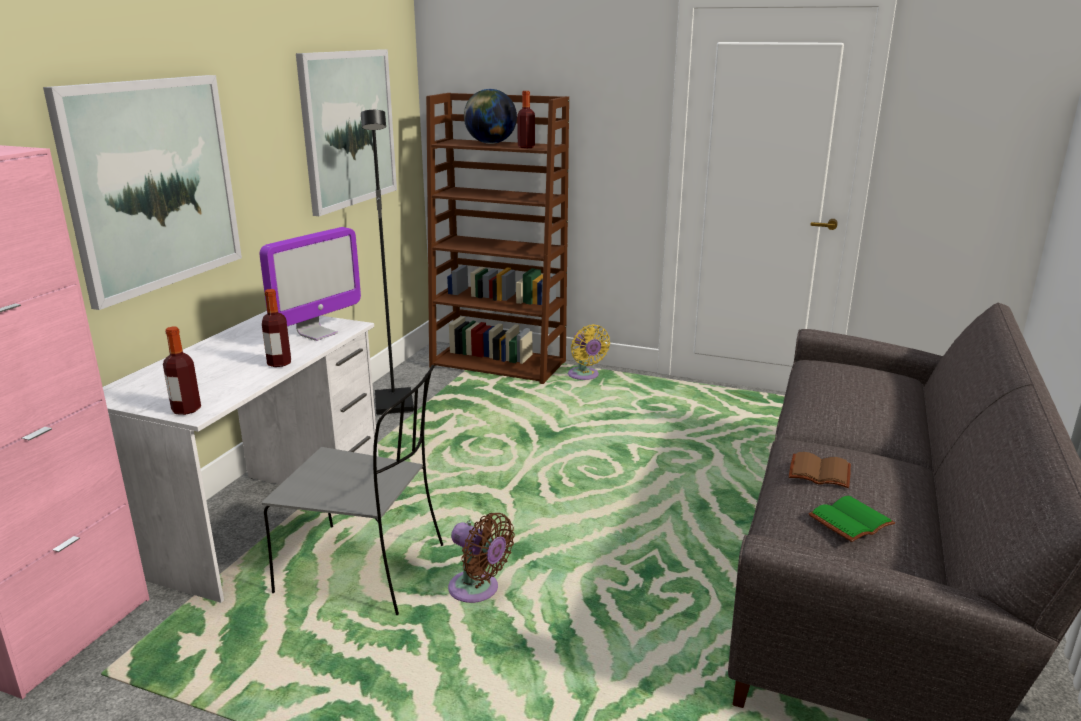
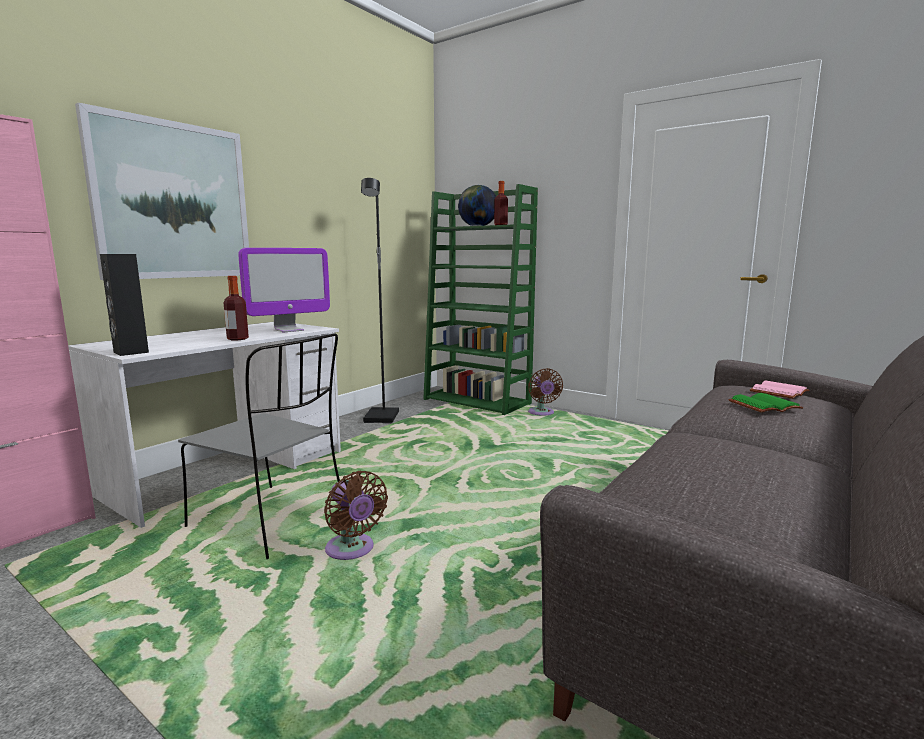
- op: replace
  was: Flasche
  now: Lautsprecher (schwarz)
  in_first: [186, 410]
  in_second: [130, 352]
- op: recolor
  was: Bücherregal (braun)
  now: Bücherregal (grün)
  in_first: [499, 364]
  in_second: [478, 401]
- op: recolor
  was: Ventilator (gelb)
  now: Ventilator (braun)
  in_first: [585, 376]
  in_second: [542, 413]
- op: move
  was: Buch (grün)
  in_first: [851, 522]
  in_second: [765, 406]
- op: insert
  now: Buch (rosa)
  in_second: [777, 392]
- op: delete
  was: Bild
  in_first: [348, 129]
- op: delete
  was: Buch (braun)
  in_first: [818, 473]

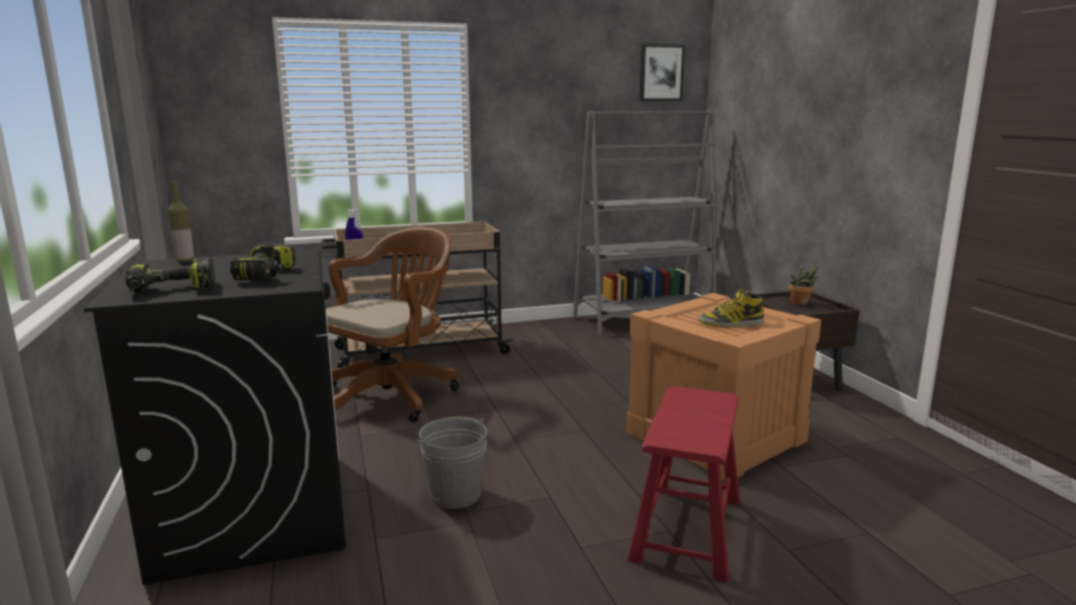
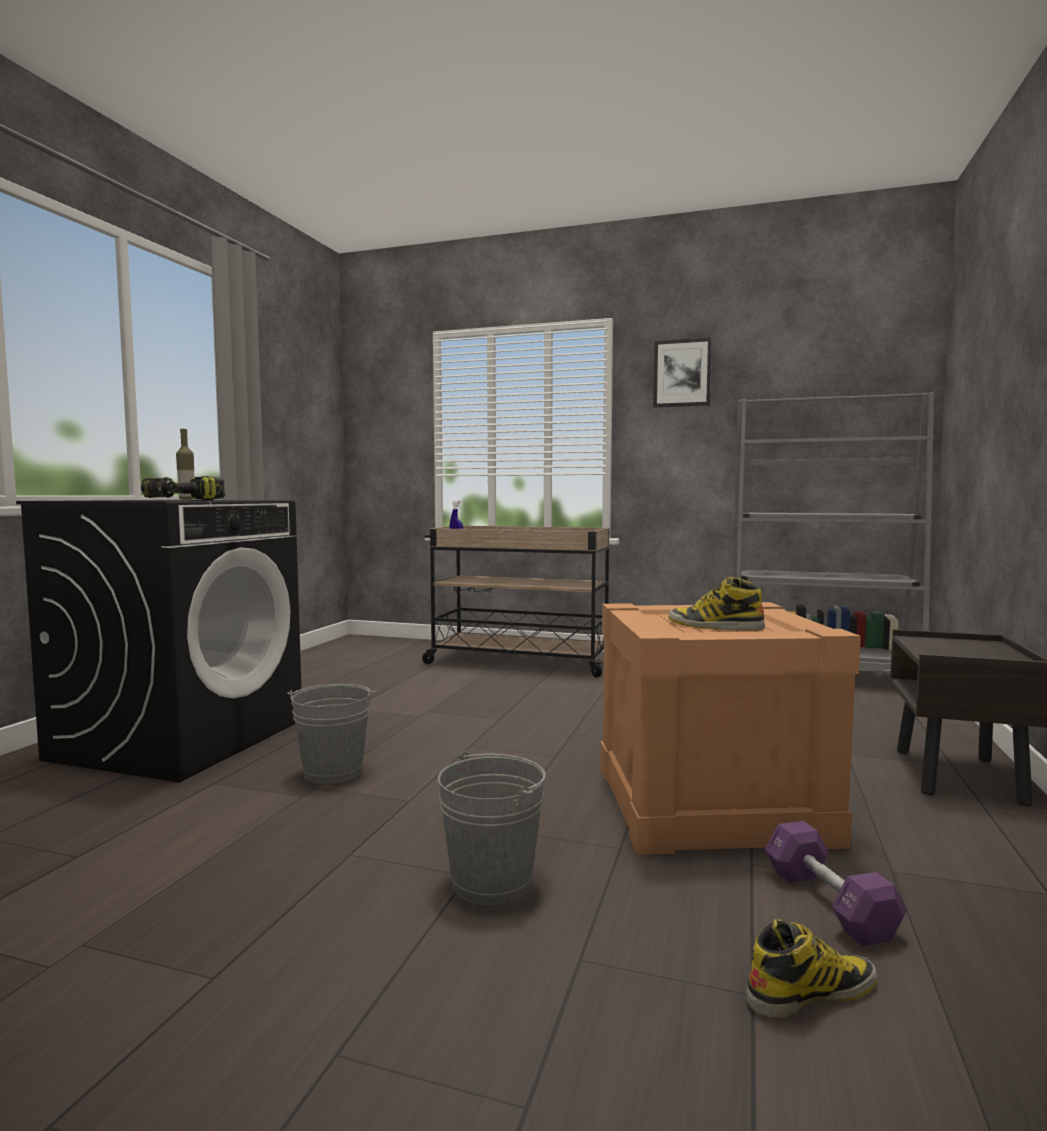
- op: replace
  was: Hocker (rot)
  now: Eimer (grau)
  in_first: [687, 529]
  in_second: [492, 882]
- op: move
  was: Bild
  in_first: [661, 73]
  in_second: [682, 373]
- op: insert
  now: Stiefel
  in_second: [811, 992]
- op: insert
  now: Hantel (lila)
  in_second: [829, 903]
- op: delete
  was: Bohrmaschine
  in_first: [171, 289]
- op: delete
  was: Bürostuhl (braun)
  in_first: [393, 394]
- op: delete
  was: Topfpflanze
  in_first: [801, 304]

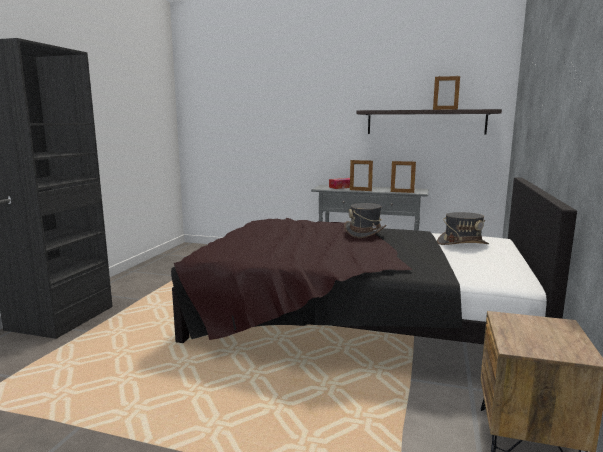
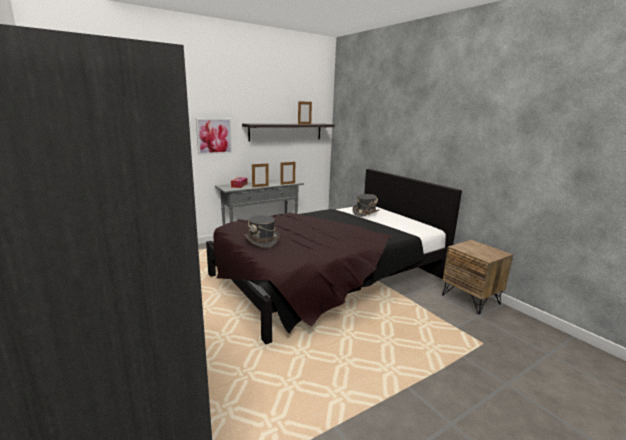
- op: insert
  now: Bild
  in_second: [214, 136]
- op: move
  was: Hut (grau)
  in_first: [365, 233]
  in_second: [262, 241]

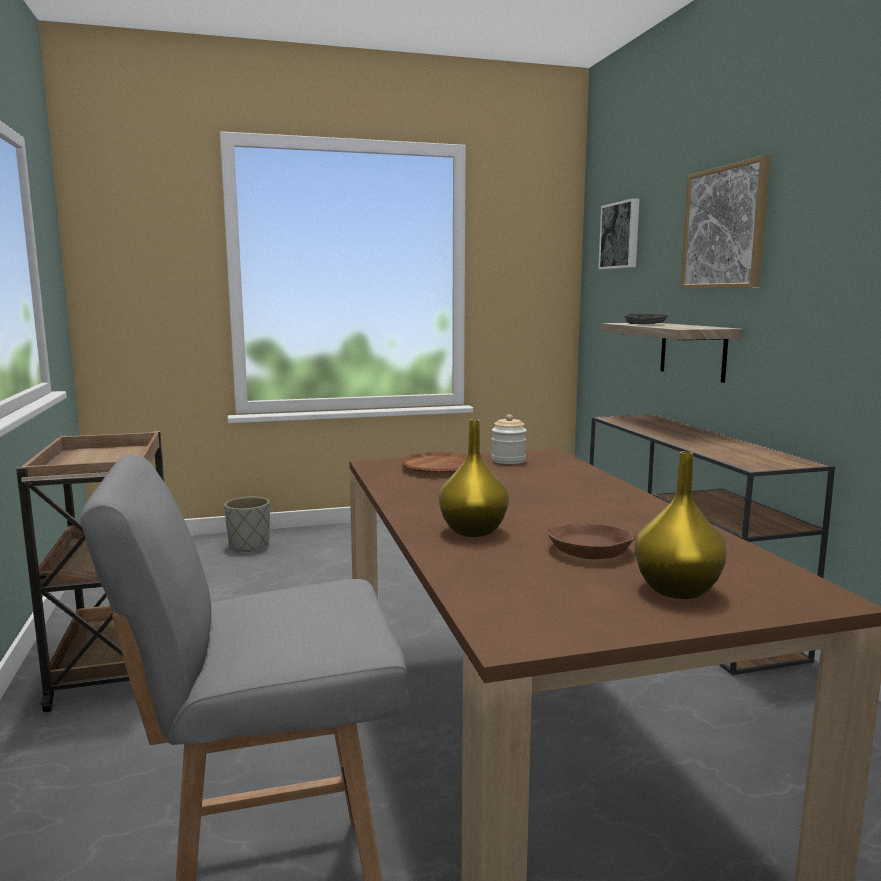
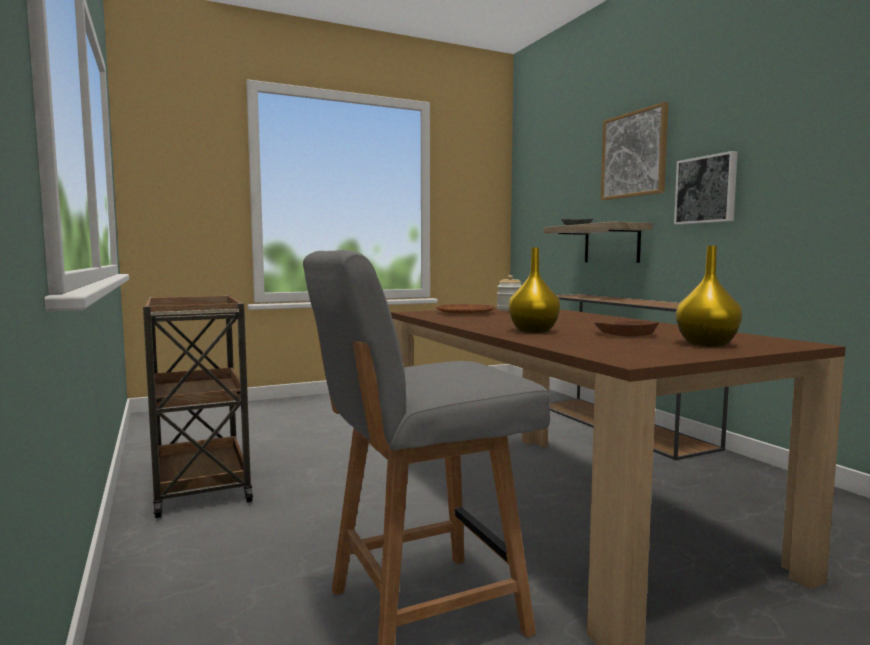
- op: move
  was: Bild
  in_first: [621, 235]
  in_second: [706, 190]
- op: delete
  was: Pflanzkübel (grau)
  in_first: [249, 545]

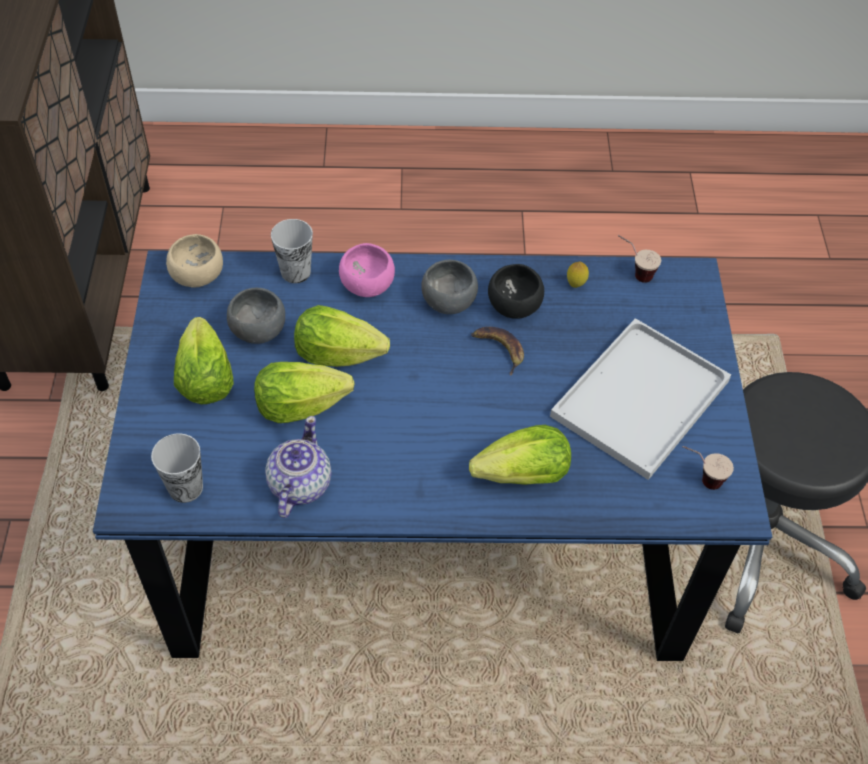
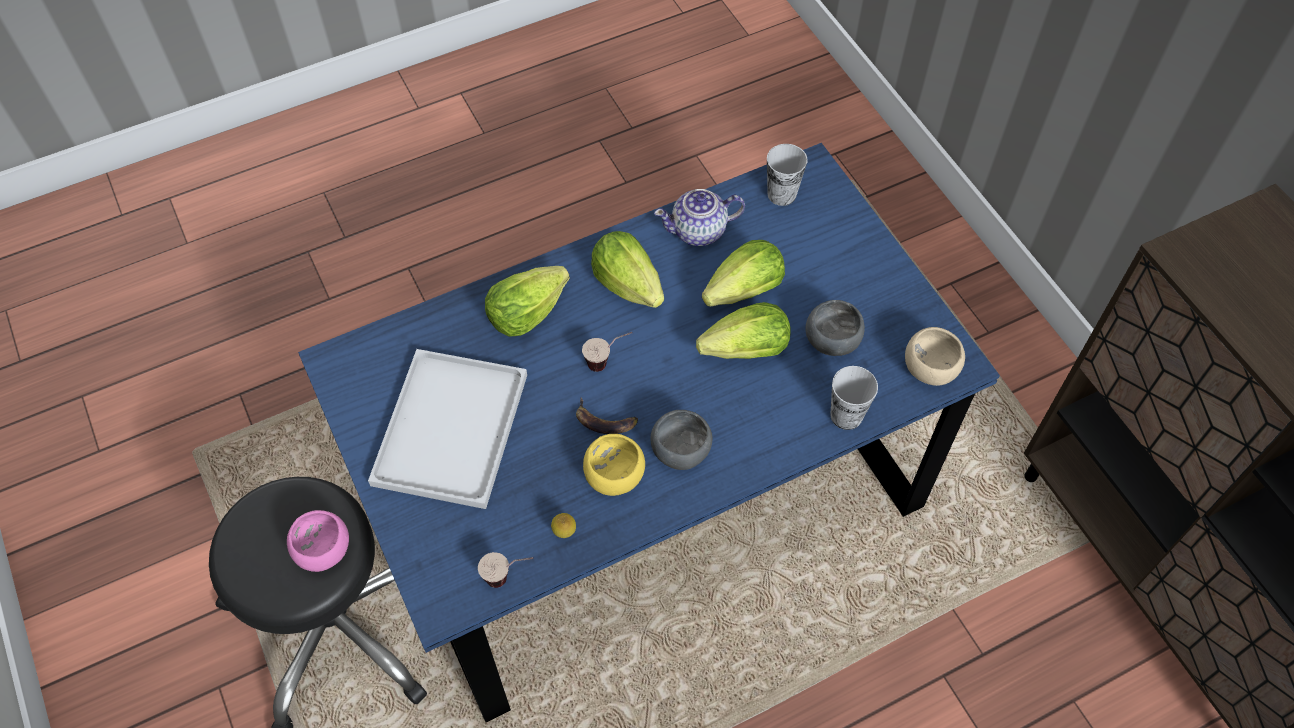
- op: move
  was: Schüssel (rosa)
  in_first: [366, 286]
  in_second: [324, 549]
- op: move
  was: Tasse
  in_first: [699, 479]
  in_second: [608, 362]
- op: recolor
  was: Schüssel (schwarz)
  now: Schüssel (gelb)
  in_first: [512, 306]
  in_second: [616, 475]
- op: move
  was: Salatkopf
  in_first: [205, 380]
  in_second: [628, 284]
- op: rotate
  was: Teekanne
  in_first: [299, 485]
  in_second: [699, 231]
  clockwise: 90

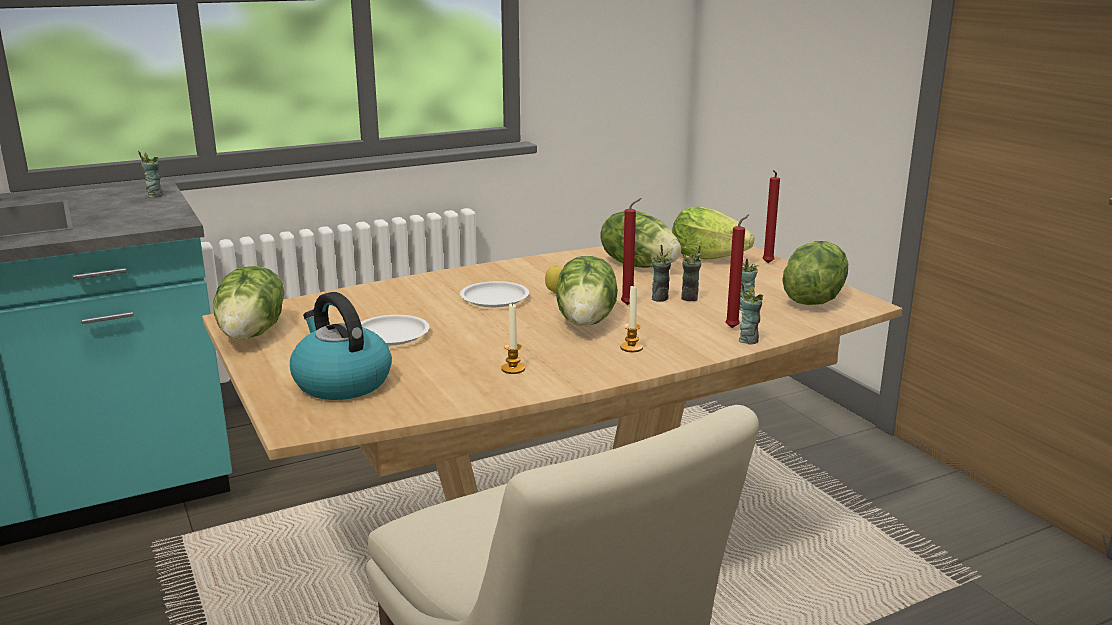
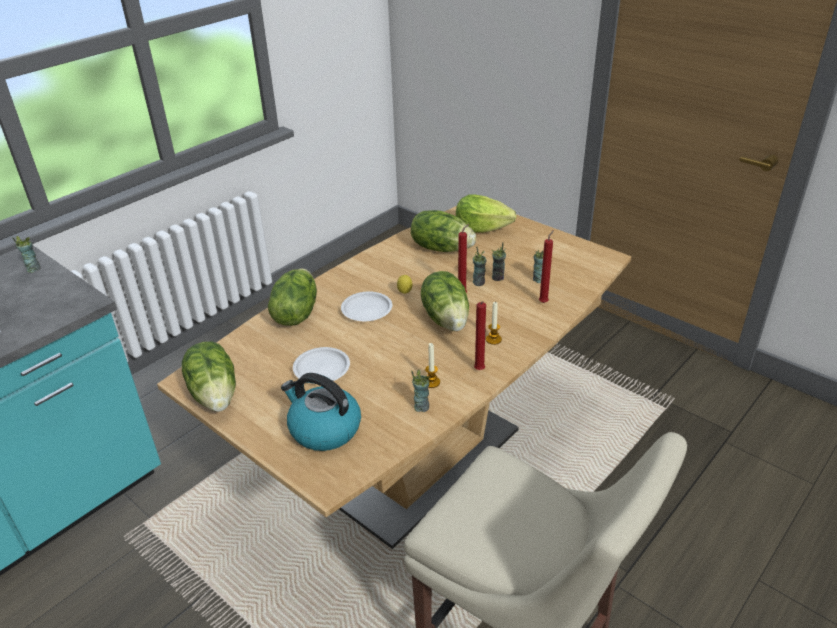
- op: move
  was: Salatkopf
  in_first: [813, 299]
  in_second: [295, 313]
- op: move
  was: Tasse
  in_first: [748, 340]
  in_second: [421, 407]
- op: move
  was: Kerze (rot)
  in_first: [767, 263]
  in_second: [479, 371]

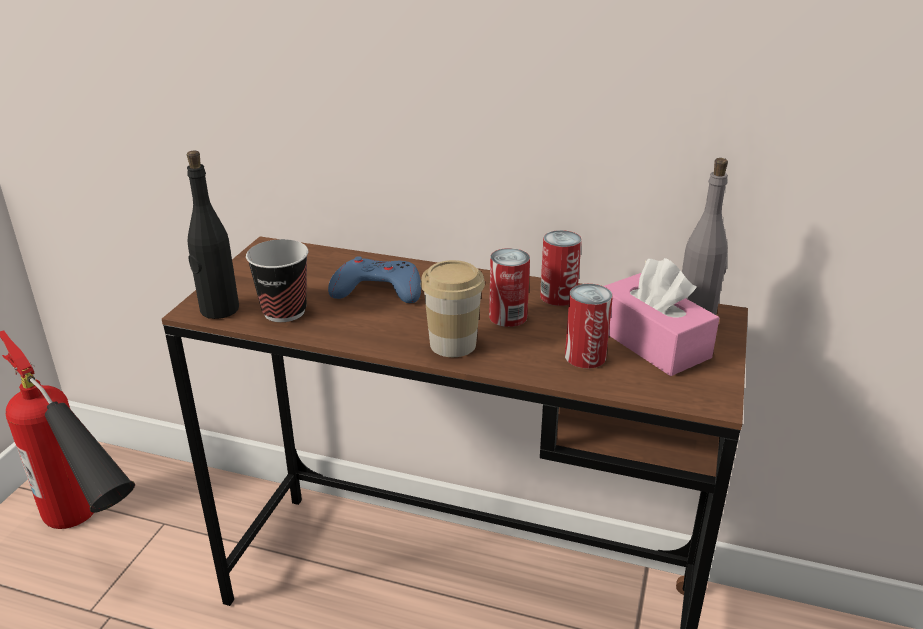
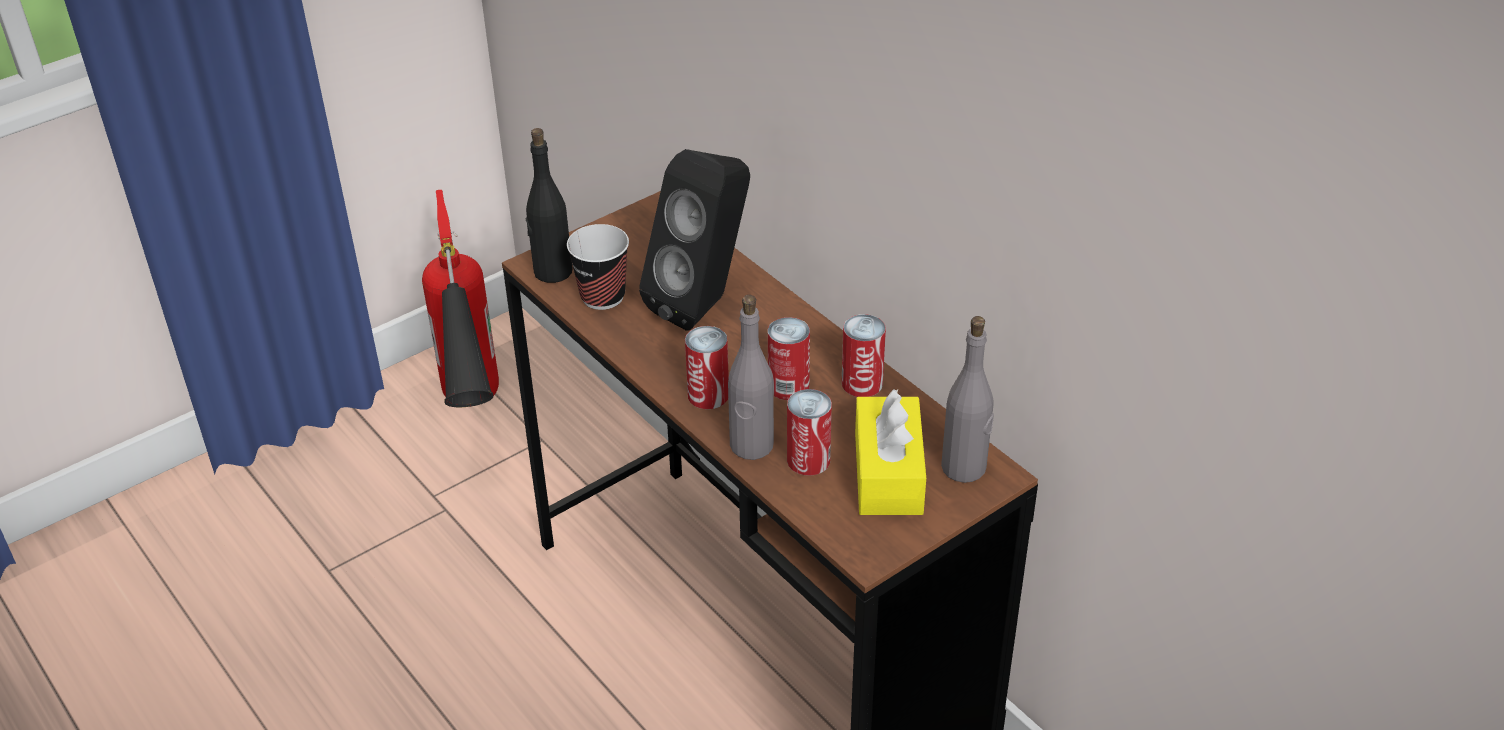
- op: replace
  was: Gamepad (blau)
  now: Lautsprecher (schwarz)
  in_first: [377, 289]
  in_second: [704, 304]
- op: replace
  was: Tasse
  now: Dose
  in_first: [453, 344]
  in_second: [708, 395]
- op: insert
  now: Flasche (grau)
  in_second: [751, 445]
- op: recolor
  was: Taschentuchbox (rosa)
  now: Taschentuchbox (gelb)
  in_first: [652, 342]
  in_second: [888, 473]

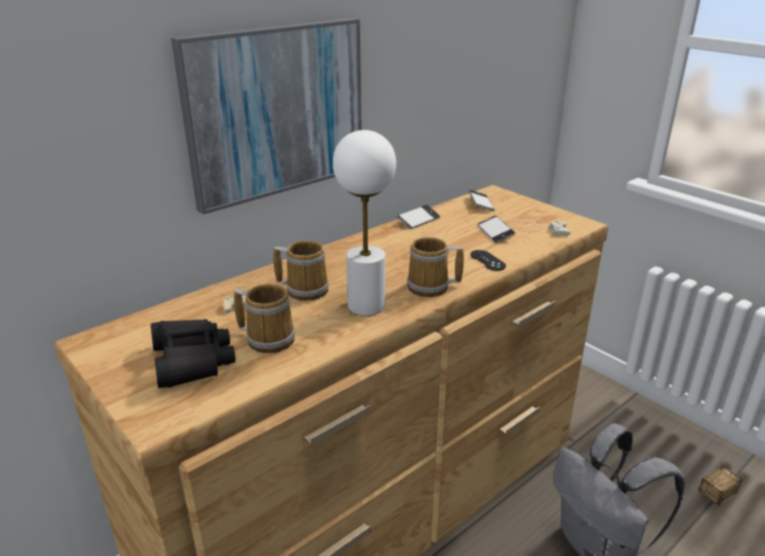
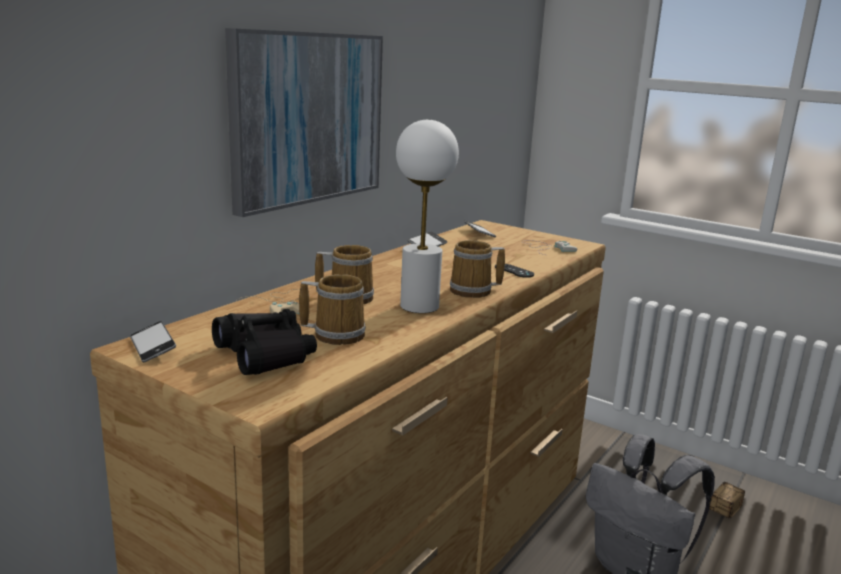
- op: move
  was: Handy
  in_first: [495, 233]
  in_second: [153, 347]

